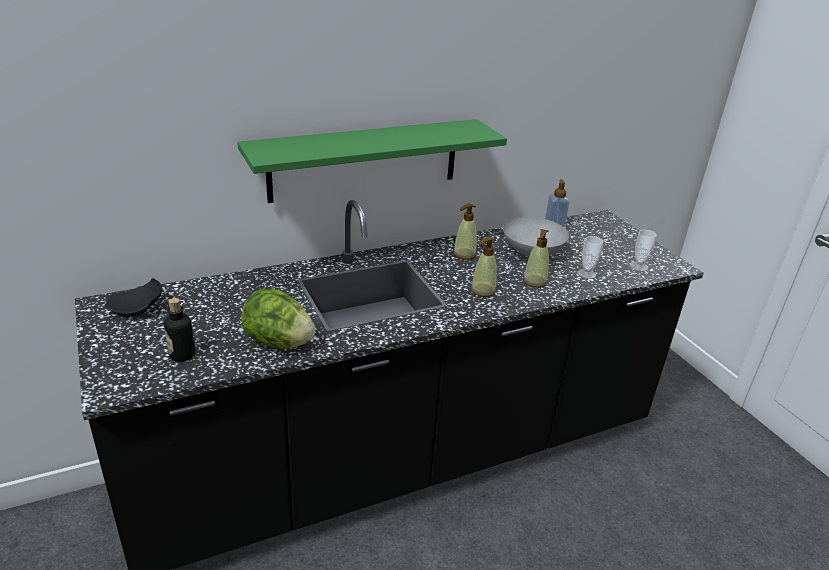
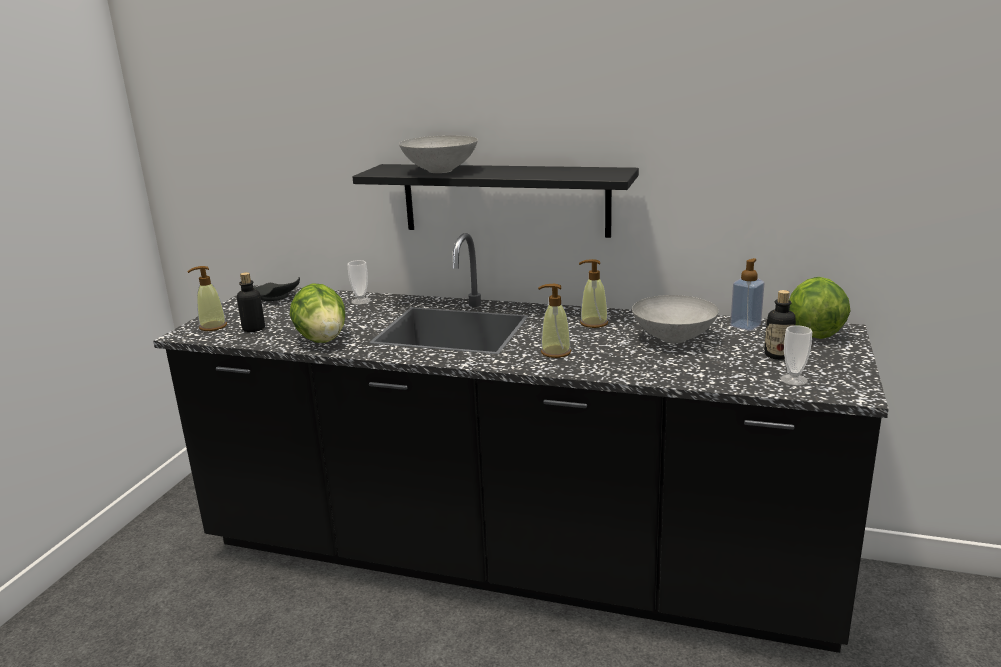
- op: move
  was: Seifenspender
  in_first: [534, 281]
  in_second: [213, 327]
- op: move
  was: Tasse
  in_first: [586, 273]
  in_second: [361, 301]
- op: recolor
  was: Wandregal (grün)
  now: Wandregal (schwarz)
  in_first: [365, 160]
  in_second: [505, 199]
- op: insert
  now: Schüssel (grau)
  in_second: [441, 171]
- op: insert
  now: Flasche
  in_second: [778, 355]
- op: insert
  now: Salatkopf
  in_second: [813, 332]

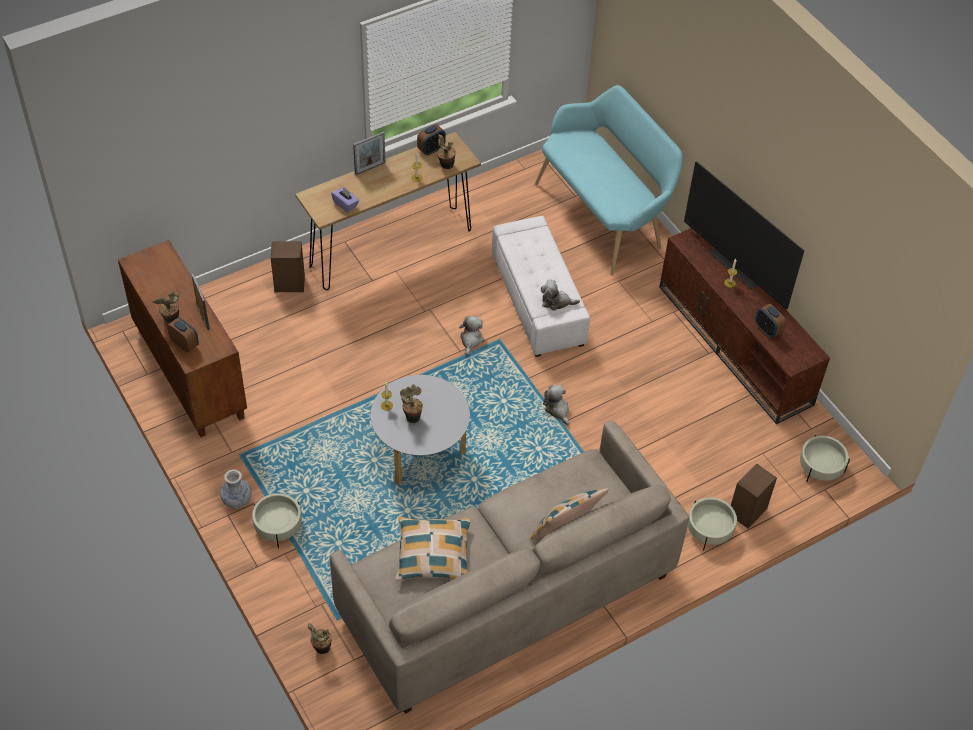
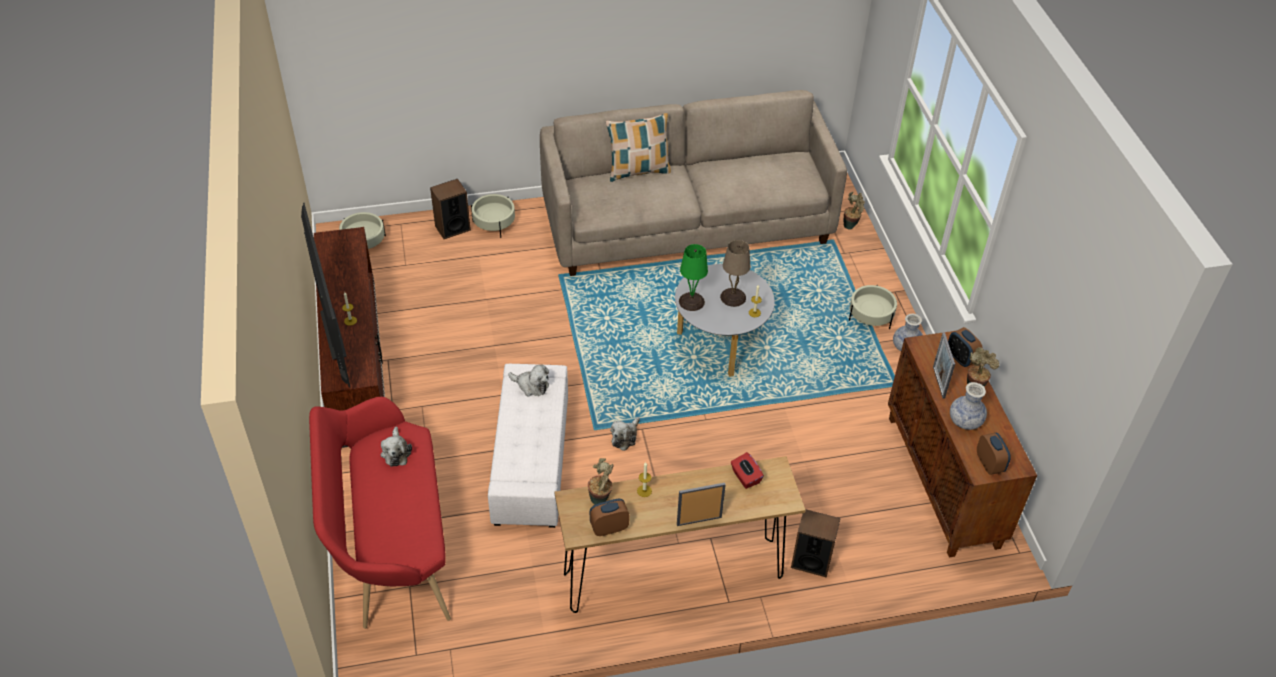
- op: recolor
  was: Bank (türkis)
  now: Bank (rot)
  in_first: [604, 215]
  in_second: [391, 548]
- op: move
  was: Plüschtier
  in_first: [557, 409]
  in_second: [396, 452]
- op: insert
  now: Tischlampe (grün)
  in_second: [691, 302]
- op: replace
  was: Topfpflanze
  now: Tischlampe (beige)
  in_first: [412, 416]
  in_second: [733, 297]
- op: recolor
  was: Taschentuchbox (lila)
  now: Taschentuchbox (rot)
  in_first: [345, 204]
  in_second: [745, 477]
- op: insert
  now: Vase
  in_second: [965, 421]
- op: move
  was: Wecker
  in_first: [767, 330]
  in_second: [989, 464]
- op: delete
  was: Kissen
  in_first: [433, 554]

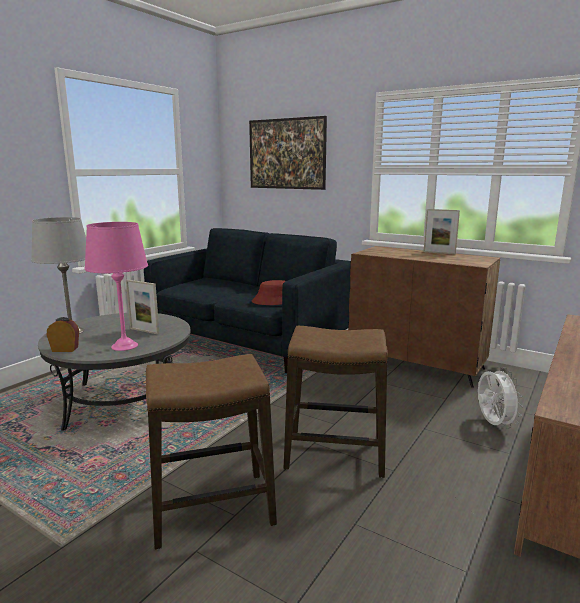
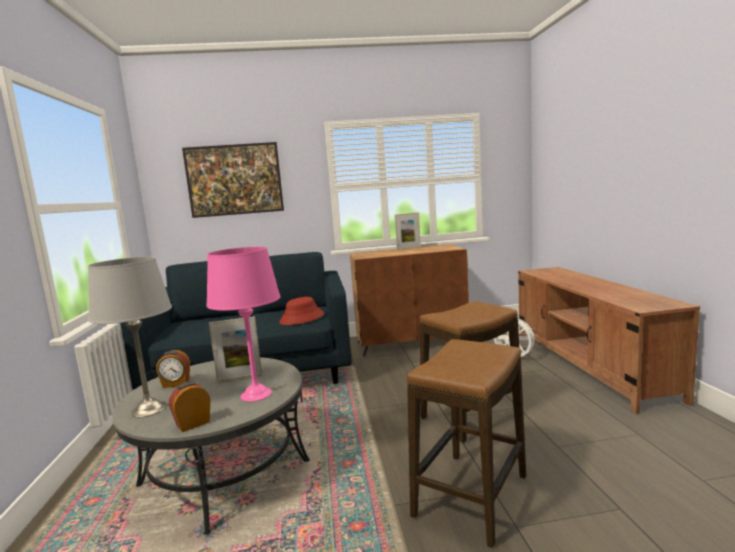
- op: insert
  now: Wecker
  in_second: [176, 384]

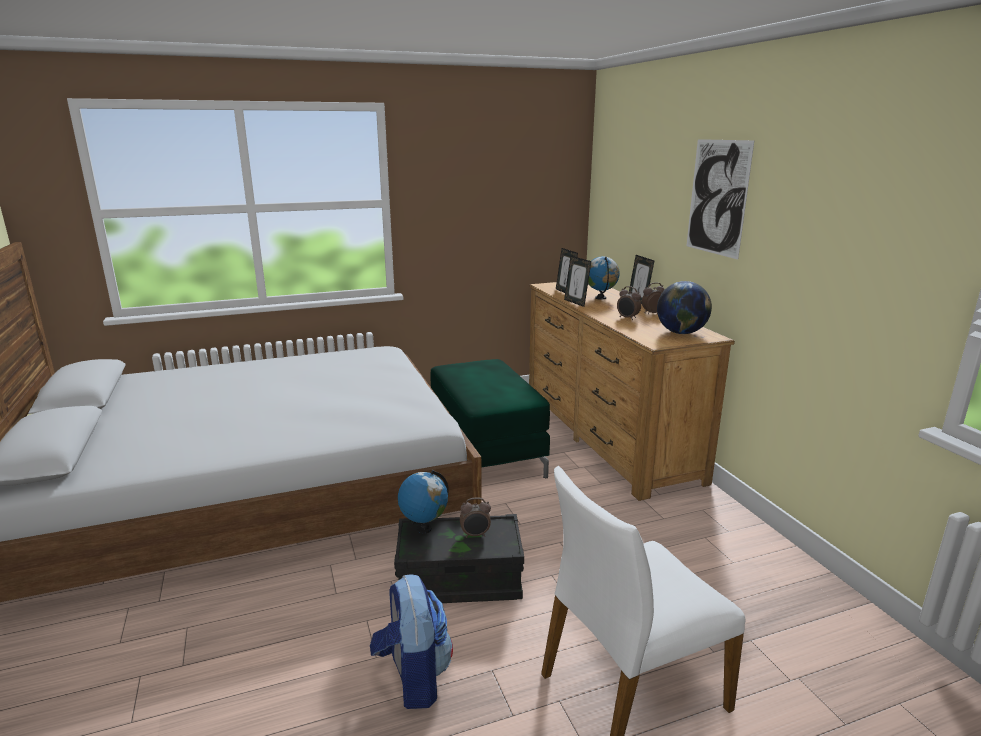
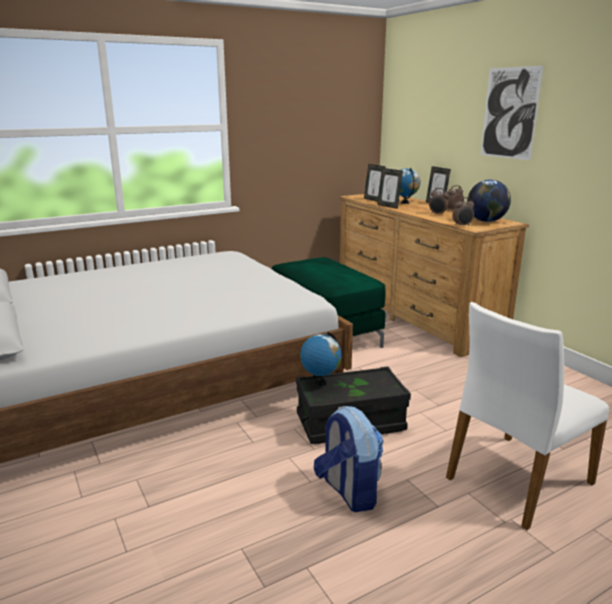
- op: move
  was: Wecker
  in_first: [475, 535]
  in_second: [462, 226]

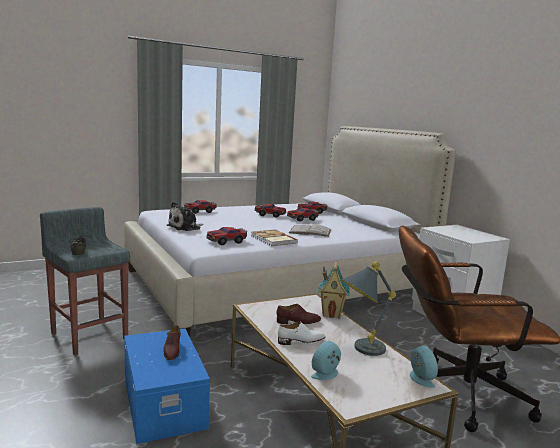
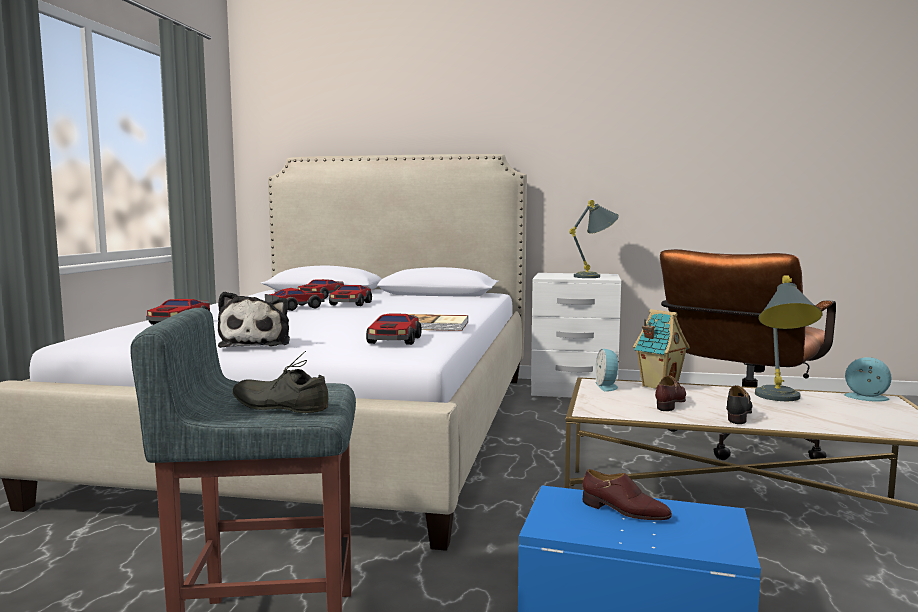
- op: insert
  now: Tischlampe (grau)
  in_second: [595, 276]
- op: move
  was: Wecker
  in_first: [327, 374]
  in_second: [607, 386]
- op: recolor
  was: Schuh (weiß)
  now: Schuh (schwarz)
  in_first: [301, 341]
  in_second: [738, 414]
- op: delete
  was: Buch (weiß)
  in_first: [310, 231]

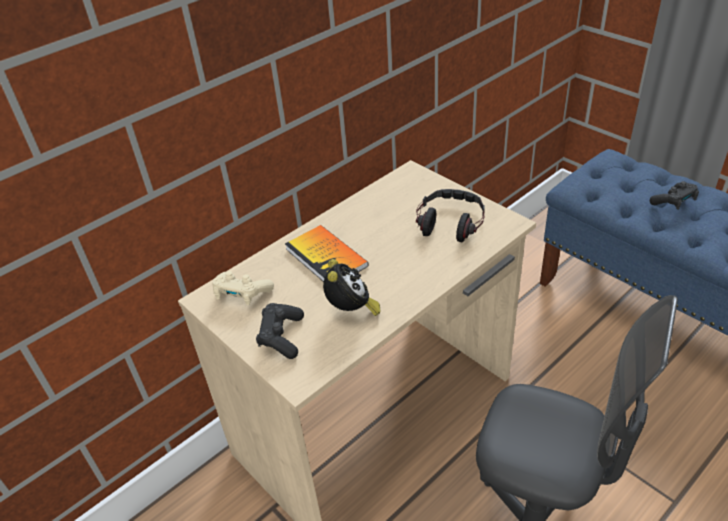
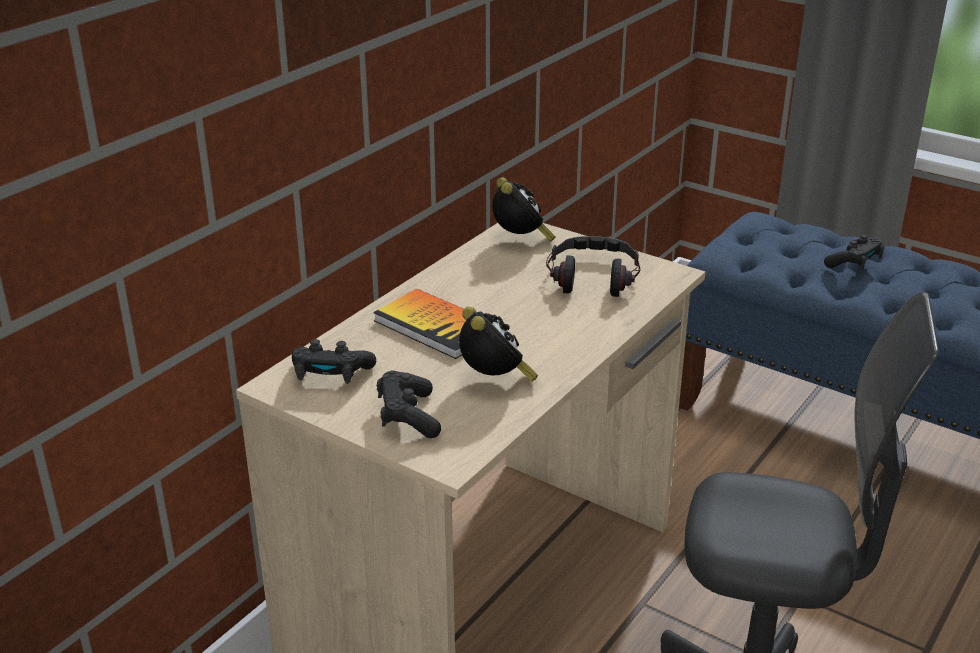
- op: recolor
  was: Gamepad (beige)
  now: Gamepad (schwarz)
  in_first: [242, 294]
  in_second: [330, 375]
- op: insert
  now: Wecker
  in_second: [520, 240]

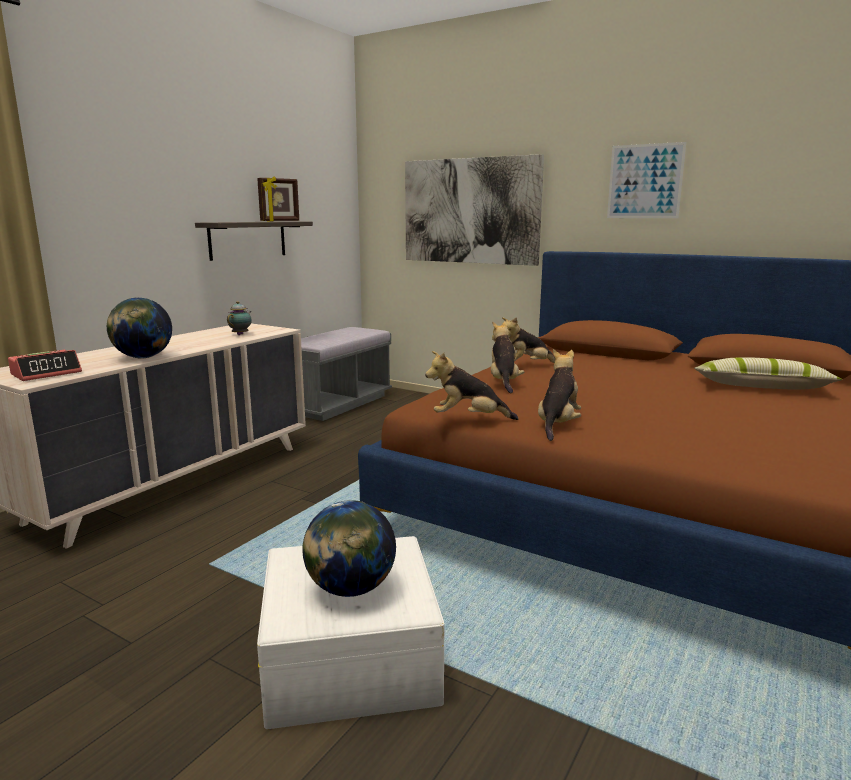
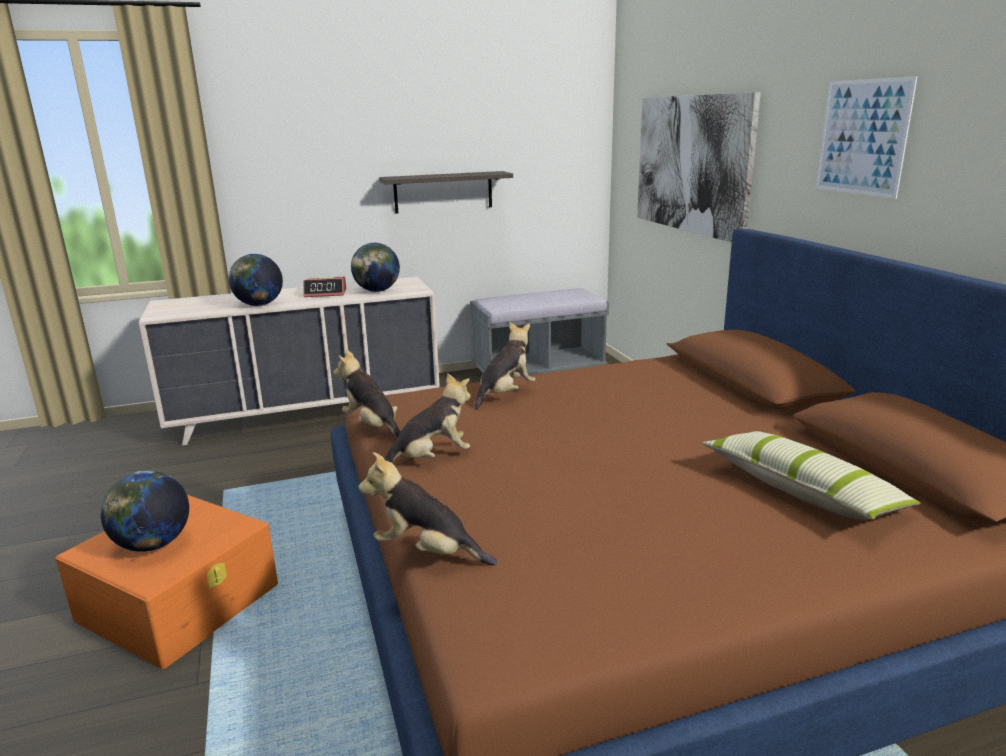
- op: recolor
  was: Aufbewahrungsbox (weiß)
  now: Aufbewahrungsbox (orange)
  in_first: [351, 656]
  in_second: [180, 601]
- op: move
  was: Wecker
  in_first: [47, 373]
  in_second: [326, 293]
- op: replace
  was: Teekanne
  now: Globus
  in_first: [241, 334]
  in_second: [377, 291]
- op: move
  was: Plüschtier
  in_first: [526, 366]
  in_second: [427, 552]
- op: delete
  was: Bilderrahmen
  in_first: [280, 221]

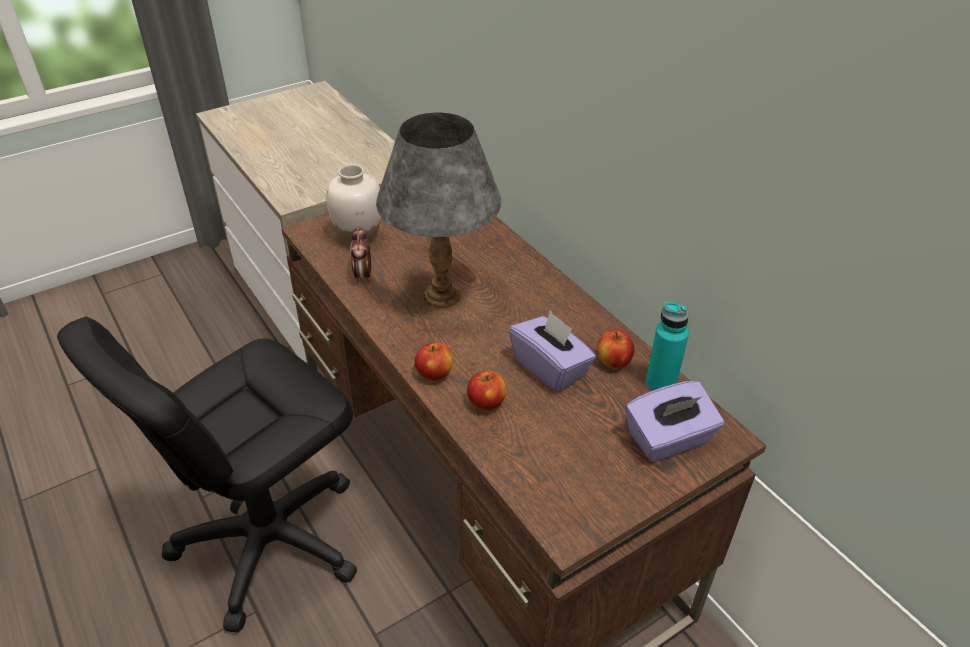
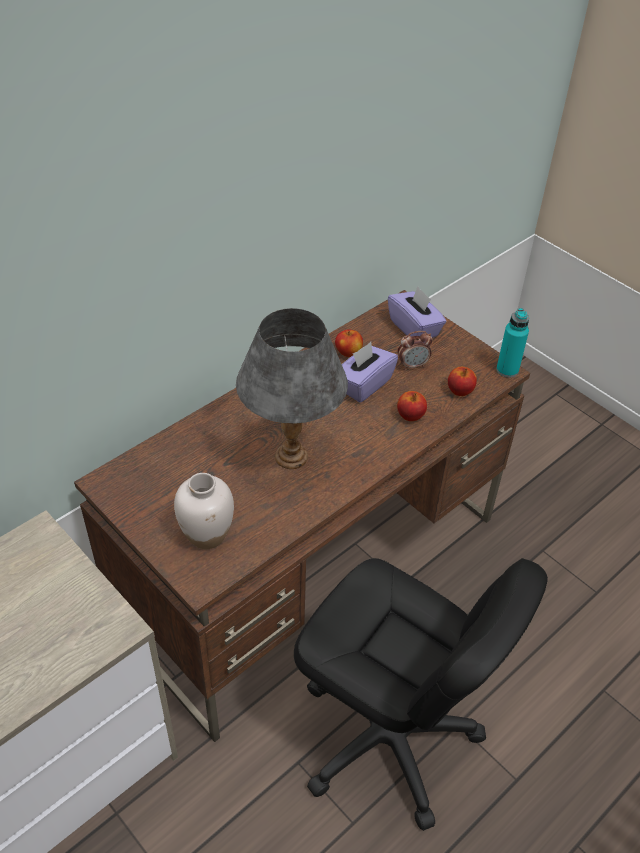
- op: move
  was: Wecker
  in_first: [363, 275]
  in_second: [412, 365]
- op: move
  was: Apfel
  in_first: [434, 374]
  in_second: [460, 391]
- op: move
  was: Flasche (türkis)
  in_first: [660, 385]
  in_second: [507, 370]

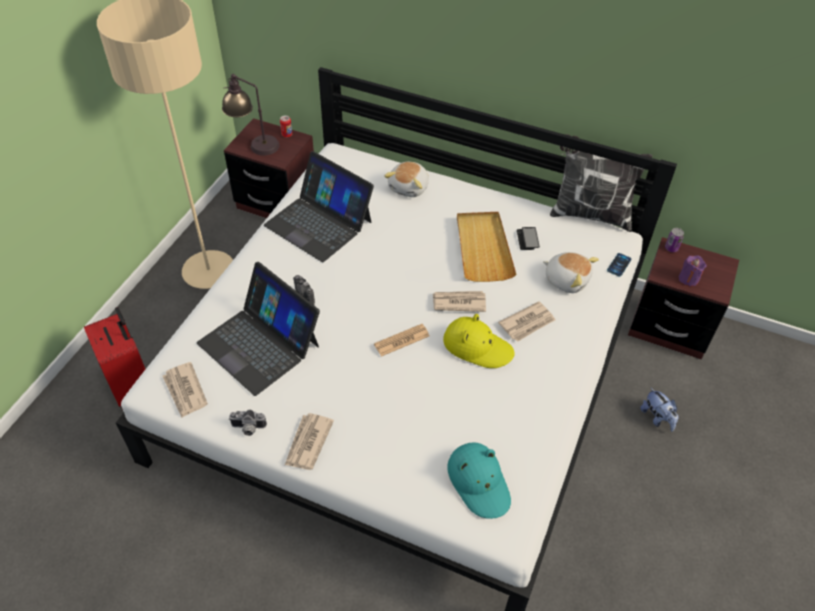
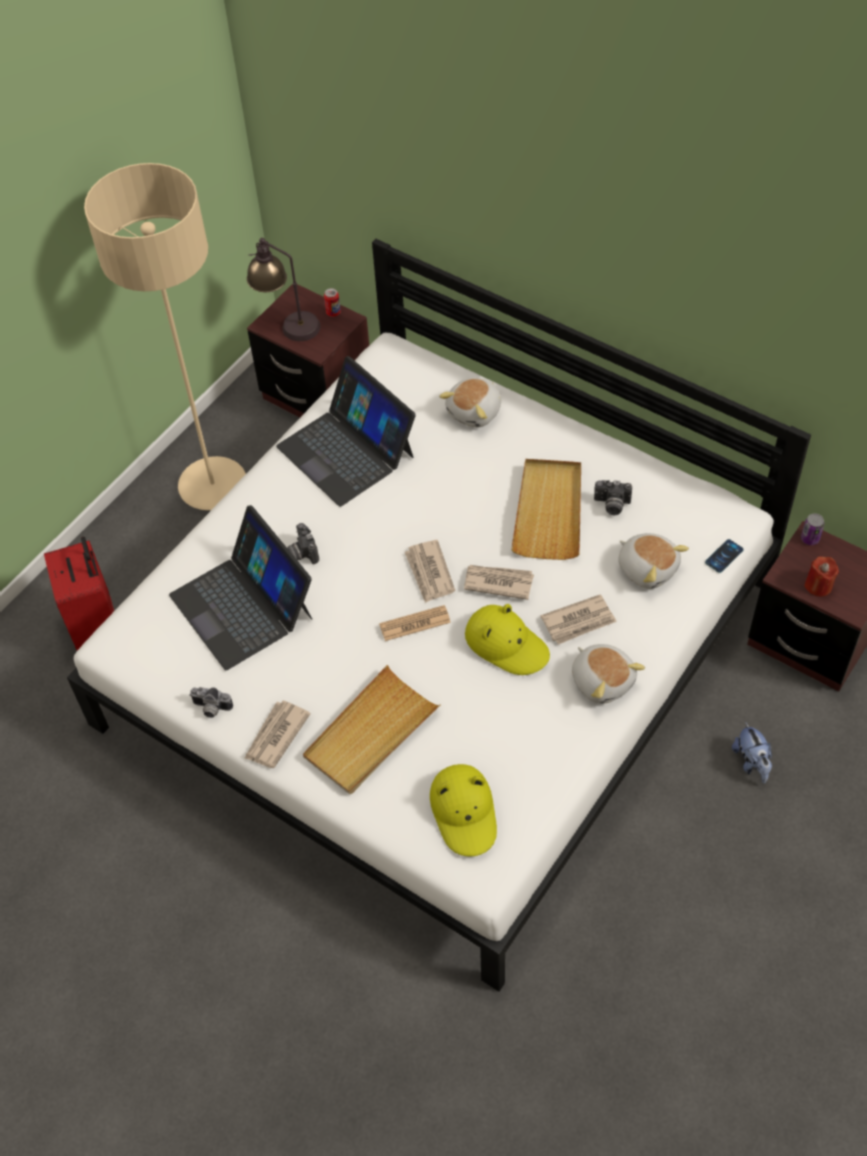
- op: insert
  now: Tablett (beige)
  in_second: [370, 733]
- op: move
  was: Zeitung
  in_first: [185, 391]
  in_second: [429, 573]
- op: recolor
  was: Hut (türkis)
  now: Hut (gelb)
  in_first: [479, 482]
  in_second: [464, 812]
- op: insert
  now: Plüschtier
  in_second: [603, 680]
- op: replace
  was: Handy
  now: Kamera
  in_first: [527, 239]
  in_second: [611, 505]
- op: recolor
  was: Kerze (lila)
  now: Kerze (rot)
  in_first: [688, 279]
  in_second: [818, 585]
- op: delete
  was: Kissen
  in_first: [589, 214]

